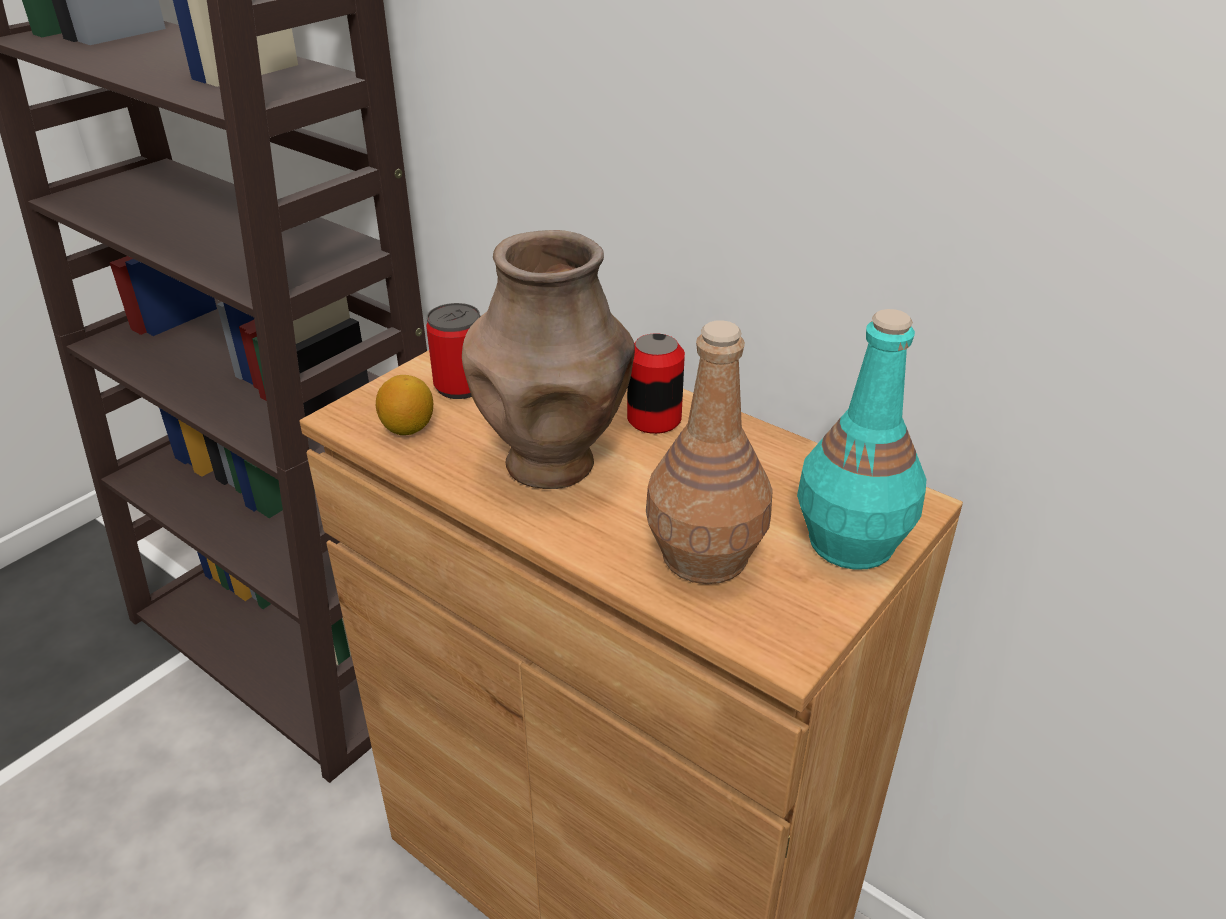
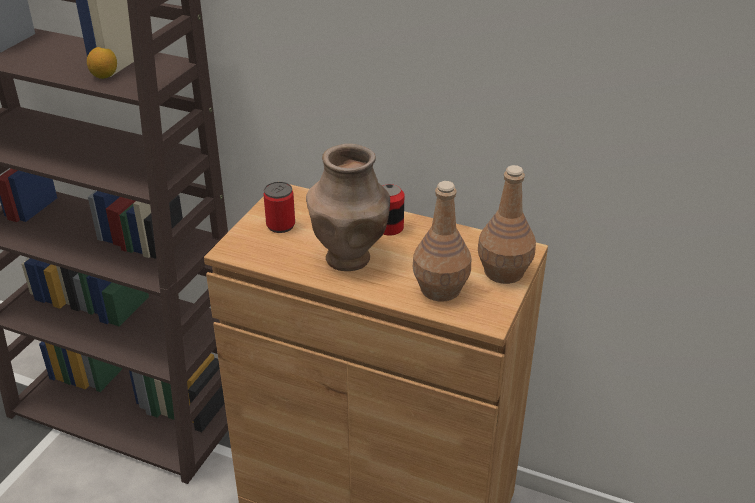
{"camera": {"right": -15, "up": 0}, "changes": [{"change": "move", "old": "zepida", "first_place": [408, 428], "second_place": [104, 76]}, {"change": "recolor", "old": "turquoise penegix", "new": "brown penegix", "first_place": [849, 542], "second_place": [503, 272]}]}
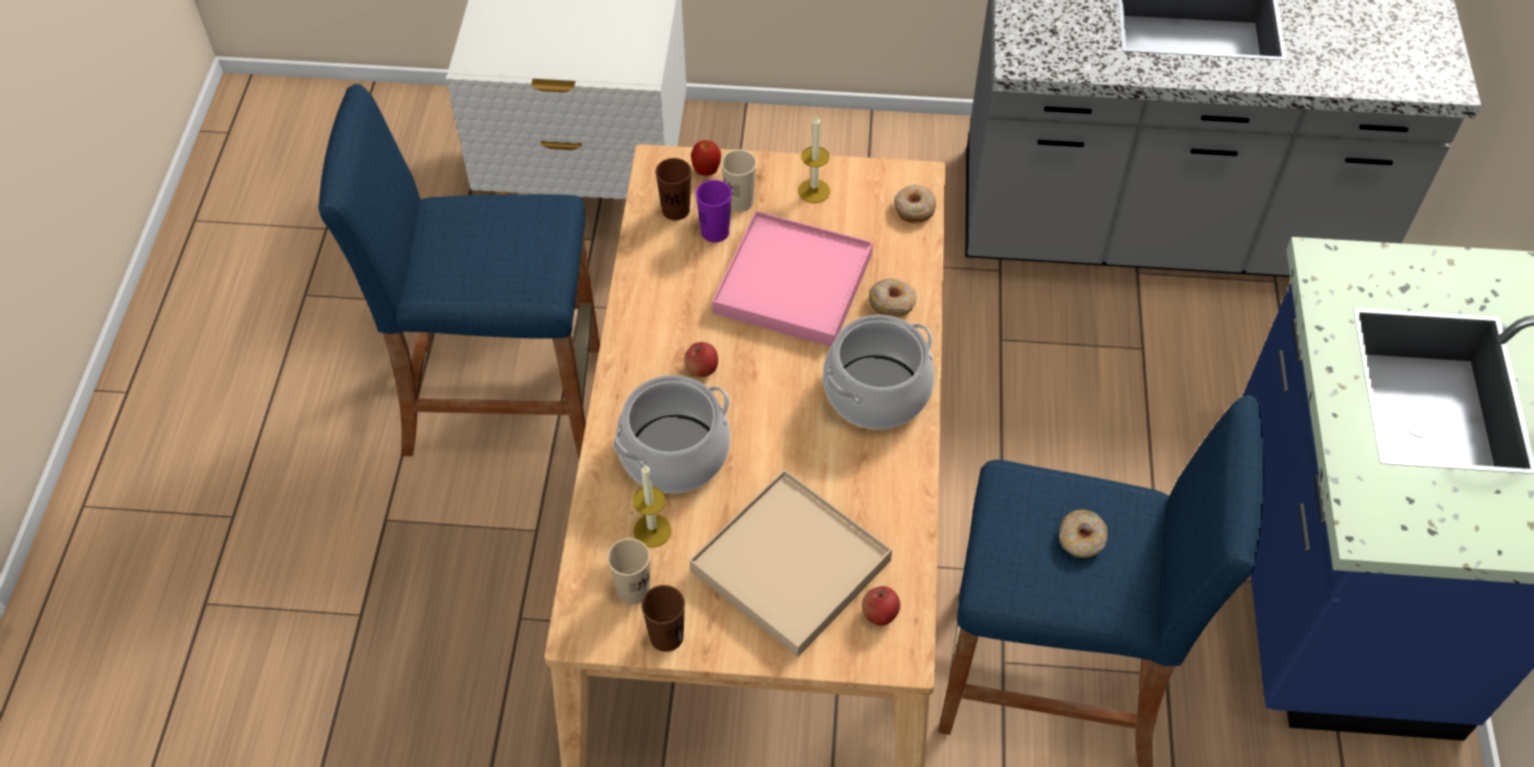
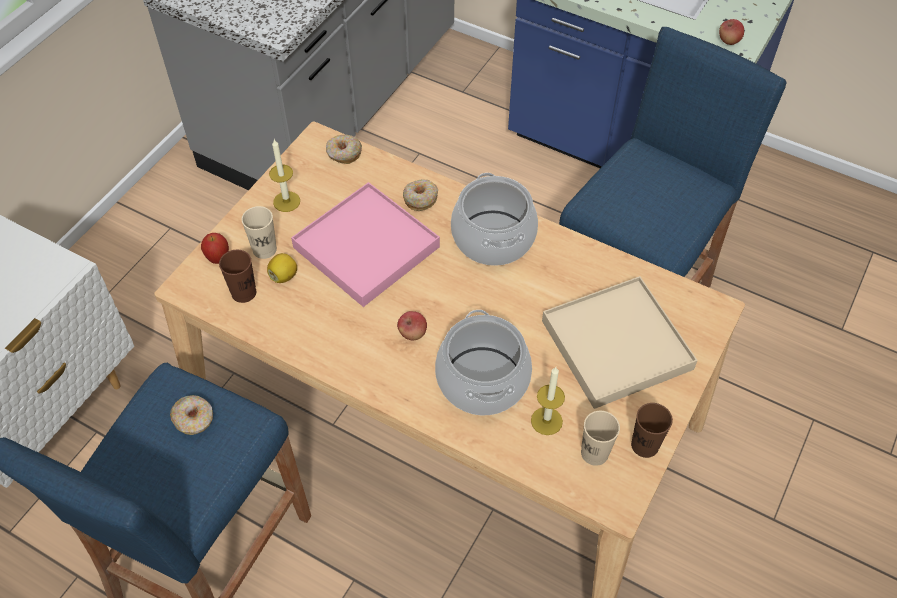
{"camera": {"right": -65, "up": 0}, "changes": [{"change": "replace", "old": "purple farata", "new": "zepida", "first_place": [715, 232], "second_place": [284, 276]}, {"change": "move", "old": "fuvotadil", "first_place": [880, 614], "second_place": [728, 41]}, {"change": "move", "old": "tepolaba", "first_place": [1081, 539], "second_place": [194, 419]}]}
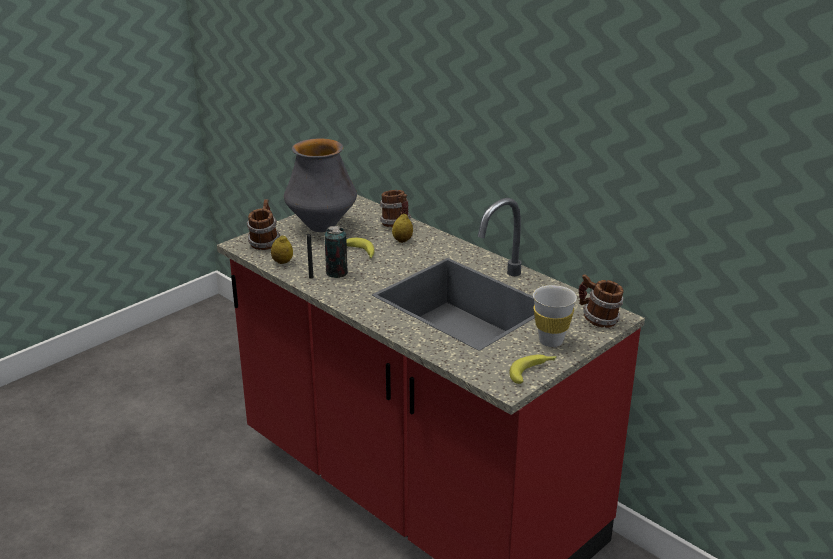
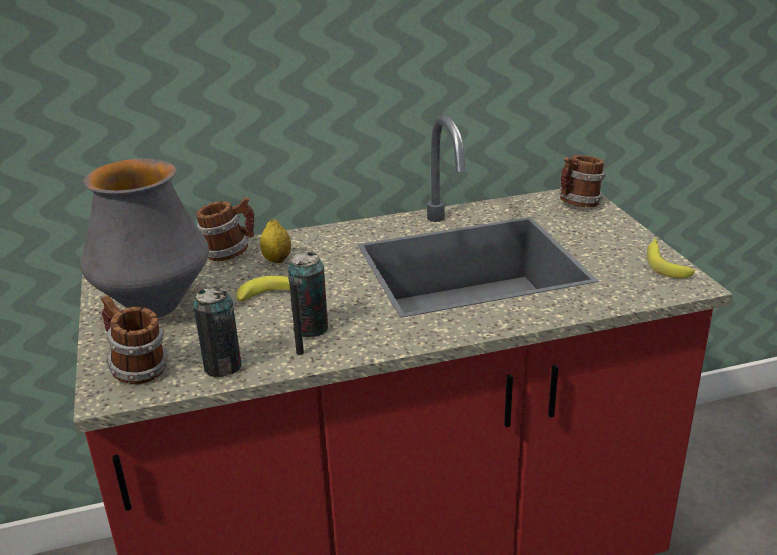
{"camera": {"right": -60, "up": 0}, "changes": [{"change": "replace", "old": "zepida", "new": "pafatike", "first_place": [282, 262], "second_place": [223, 367]}, {"change": "delete", "old": "white farata", "first_place": [551, 341]}]}
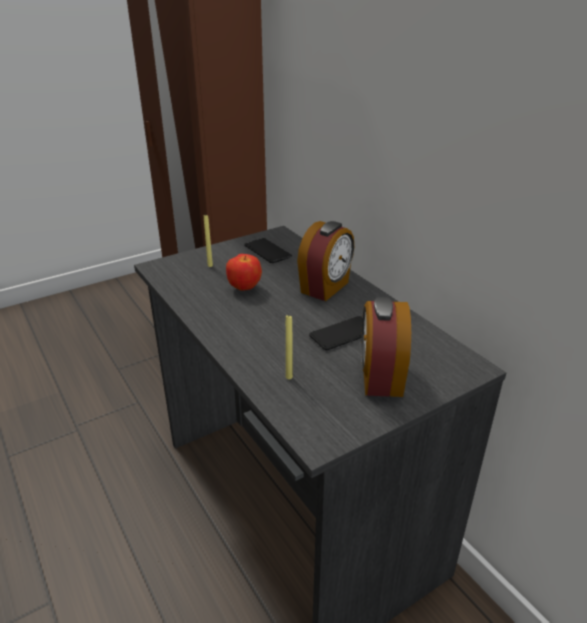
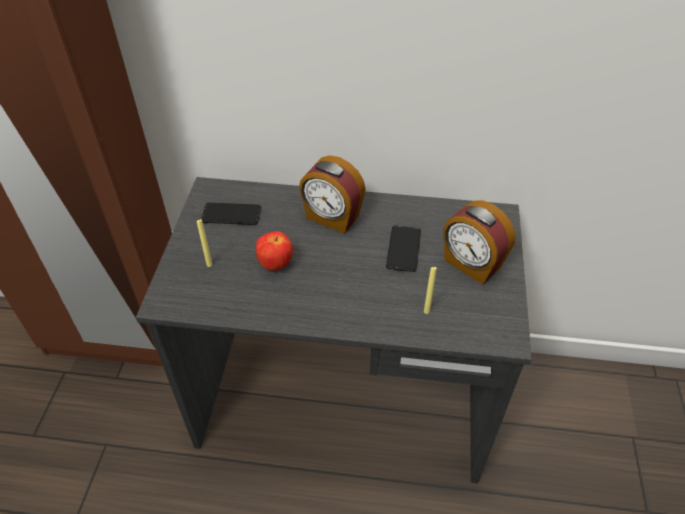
{"camera": {"right": -50, "up": 15}, "changes": [{"change": "rotate", "old": "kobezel", "first_place": [326, 288], "second_place": [332, 218], "degrees": 135}]}
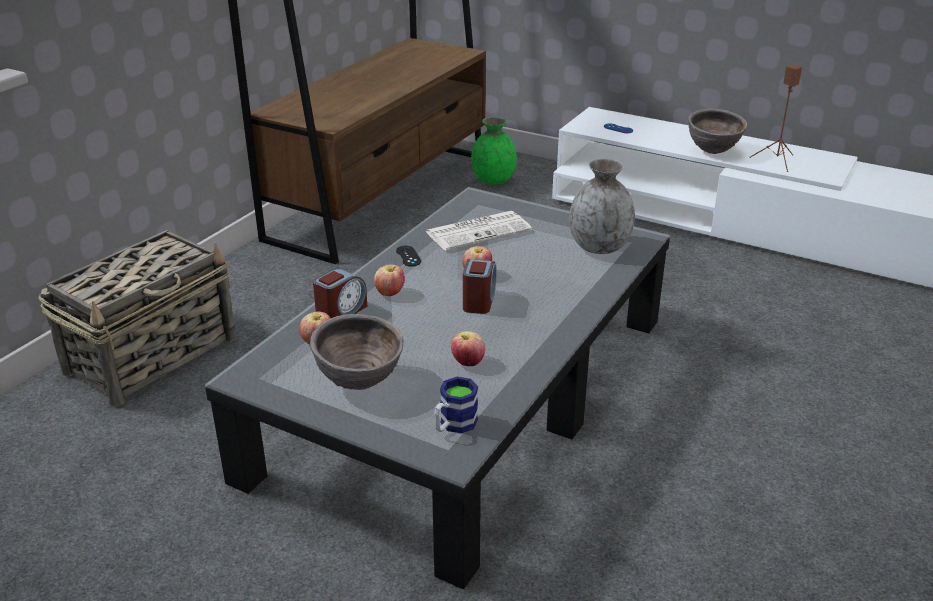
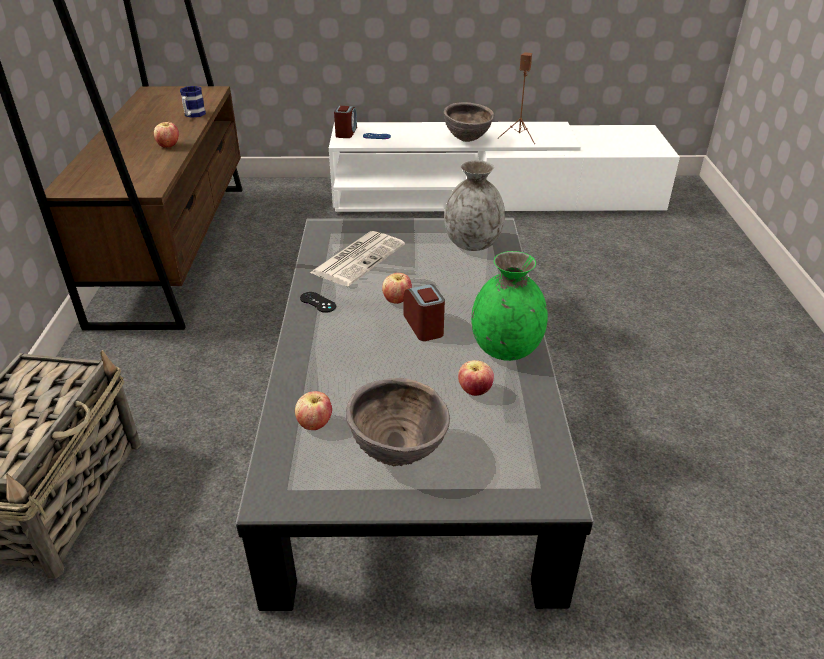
{"camera": {"right": -30, "up": 5}, "changes": [{"change": "move", "old": "kobezel", "first_place": [341, 312], "second_place": [346, 132]}, {"change": "move", "old": "fuvotadil", "first_place": [390, 293], "second_place": [168, 146]}, {"change": "move", "old": "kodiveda", "first_place": [453, 425], "second_place": [193, 115]}, {"change": "move", "old": "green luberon", "first_place": [493, 180], "second_place": [505, 348]}]}
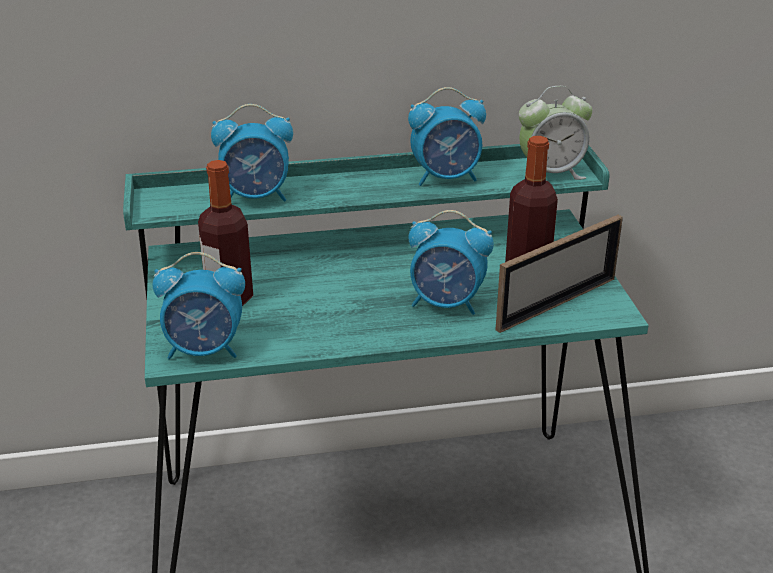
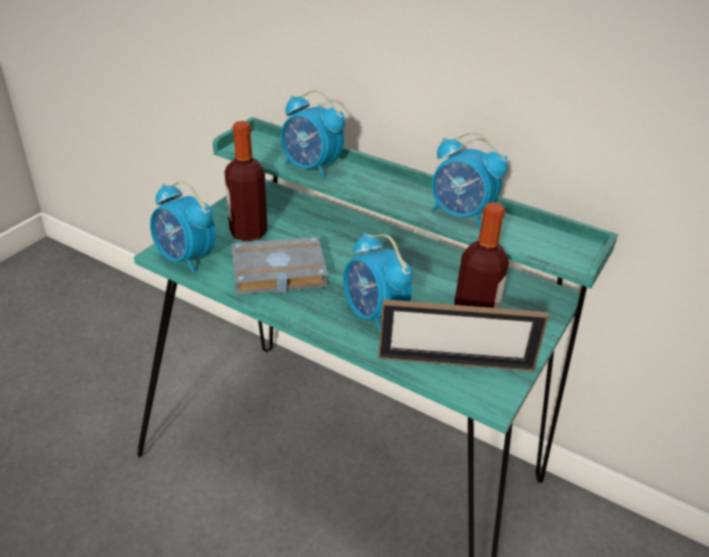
{"camera": {"right": 40, "up": 5}, "changes": [{"change": "delete", "old": "kobezel", "first_place": [550, 174]}, {"change": "insert", "new": "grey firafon", "second_place": [277, 274]}]}
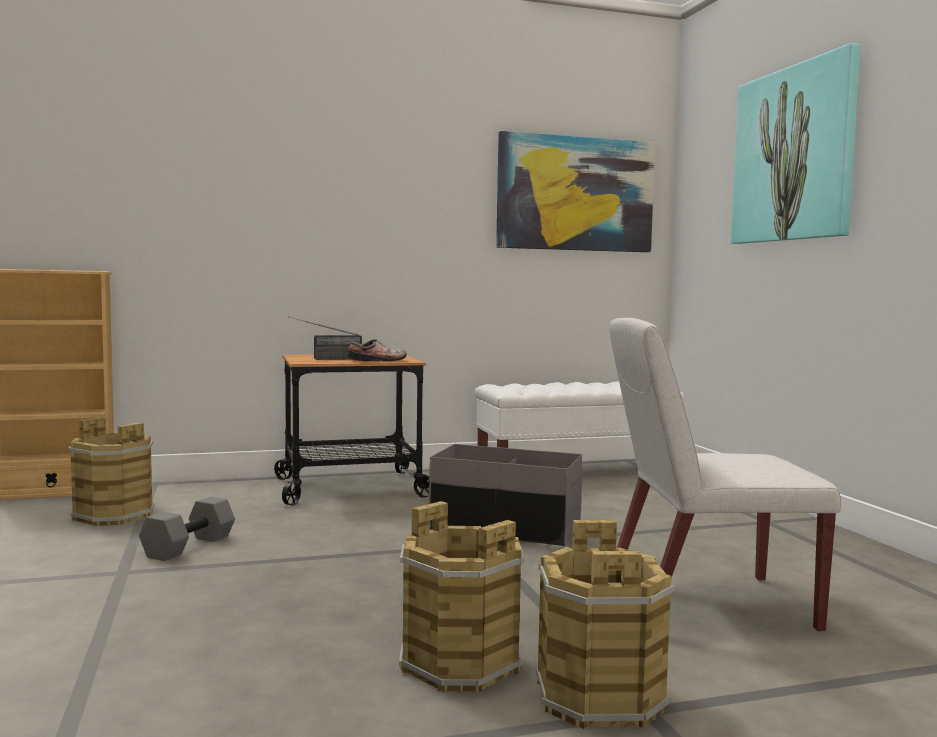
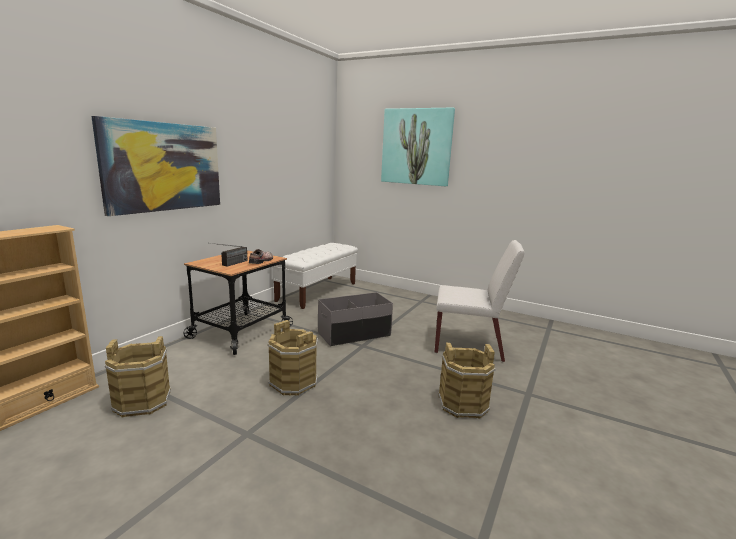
{"camera": {"right": -45, "up": 10}, "changes": [{"change": "delete", "old": "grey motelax", "first_place": [188, 546]}, {"change": "move", "old": "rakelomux", "first_place": [575, 194], "second_place": [164, 167]}, {"change": "move", "old": "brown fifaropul", "first_place": [600, 696], "second_place": [293, 382]}, {"change": "rotate", "old": "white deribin", "first_place": [704, 604], "second_place": [469, 345], "degrees": -120}]}
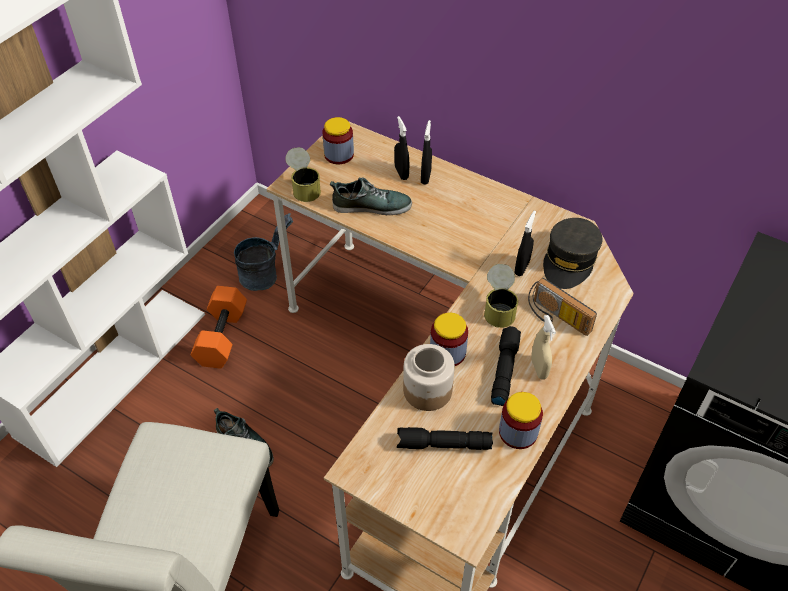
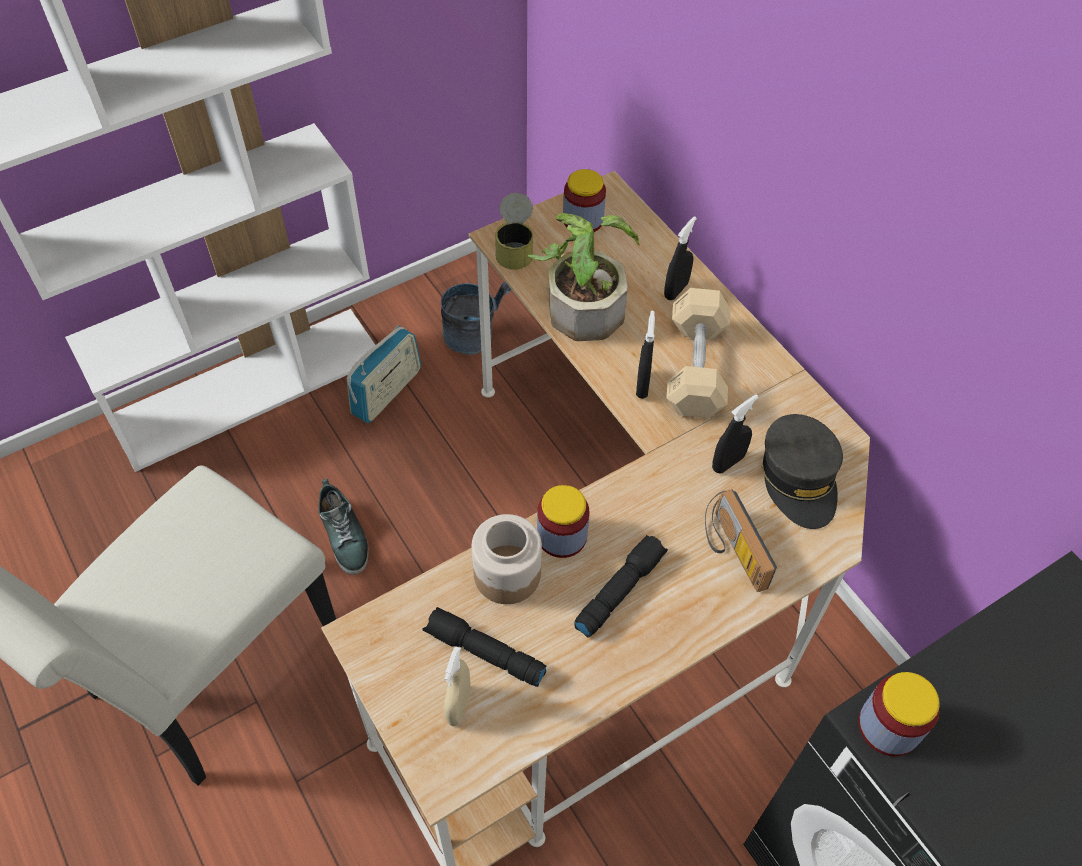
{"camera": {"right": 25, "up": 5}, "changes": [{"change": "replace", "old": "orange motelax", "new": "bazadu", "first_place": [221, 336], "second_place": [387, 392]}, {"change": "replace", "old": "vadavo", "new": "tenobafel", "first_place": [371, 205], "second_place": [583, 303]}, {"change": "move", "old": "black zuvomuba", "first_place": [401, 173], "second_place": [642, 385]}, {"change": "delete", "old": "pafatike", "first_place": [499, 307]}, {"change": "move", "old": "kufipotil", "first_place": [518, 432], "second_place": [888, 726]}, {"change": "move", "old": "beige zuvomuba", "first_place": [539, 368], "second_place": [458, 706]}, {"change": "rotate", "old": "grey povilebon", "first_place": [569, 260], "second_place": [799, 479], "degrees": -60}, {"change": "insert", "new": "beige motelax", "second_place": [696, 368]}]}
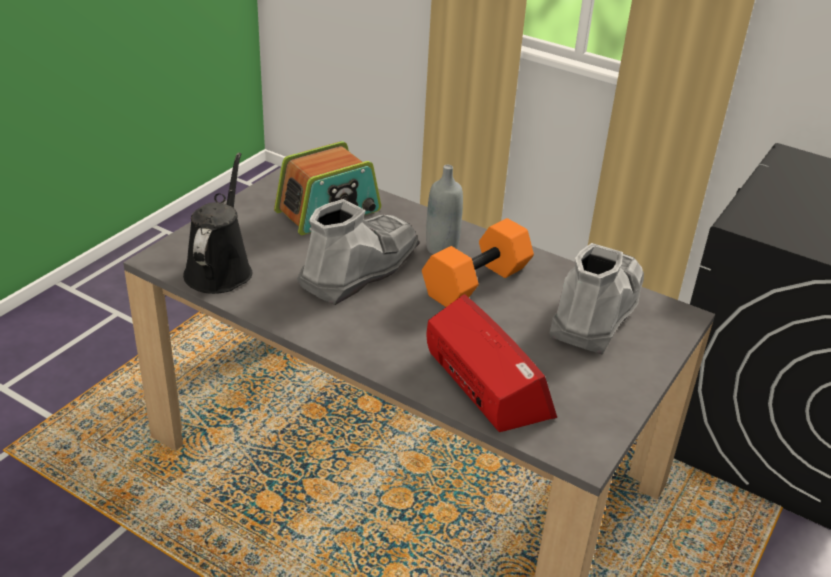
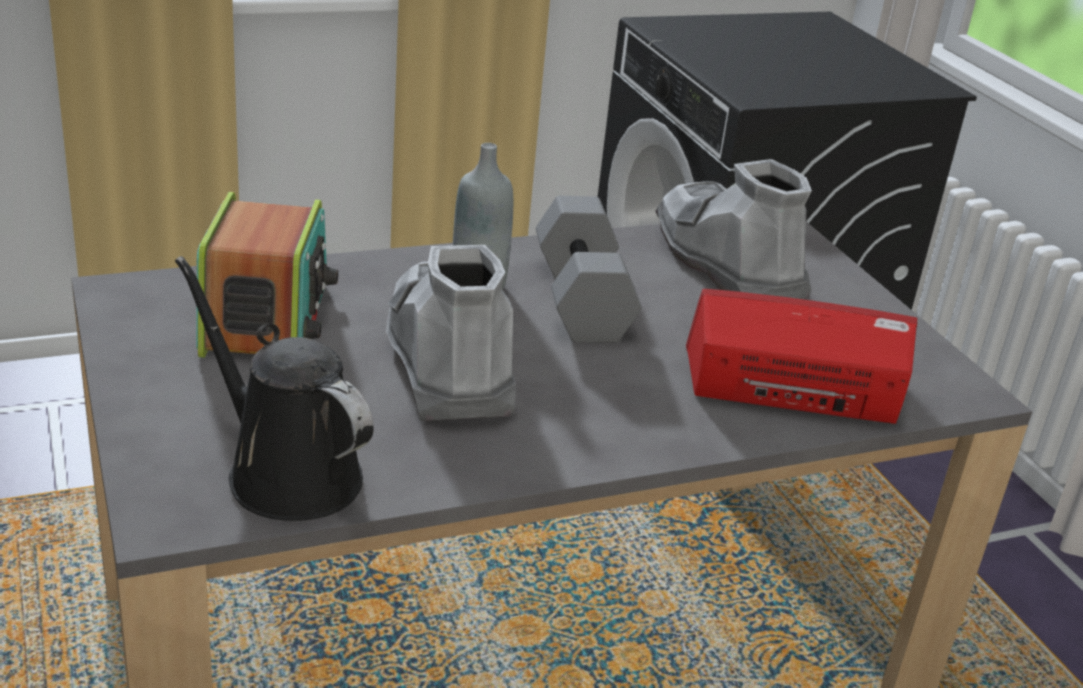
{"camera": {"right": -55, "up": -5}, "changes": [{"change": "recolor", "old": "orange motelax", "new": "grey motelax", "first_place": [477, 283], "second_place": [585, 300]}]}
